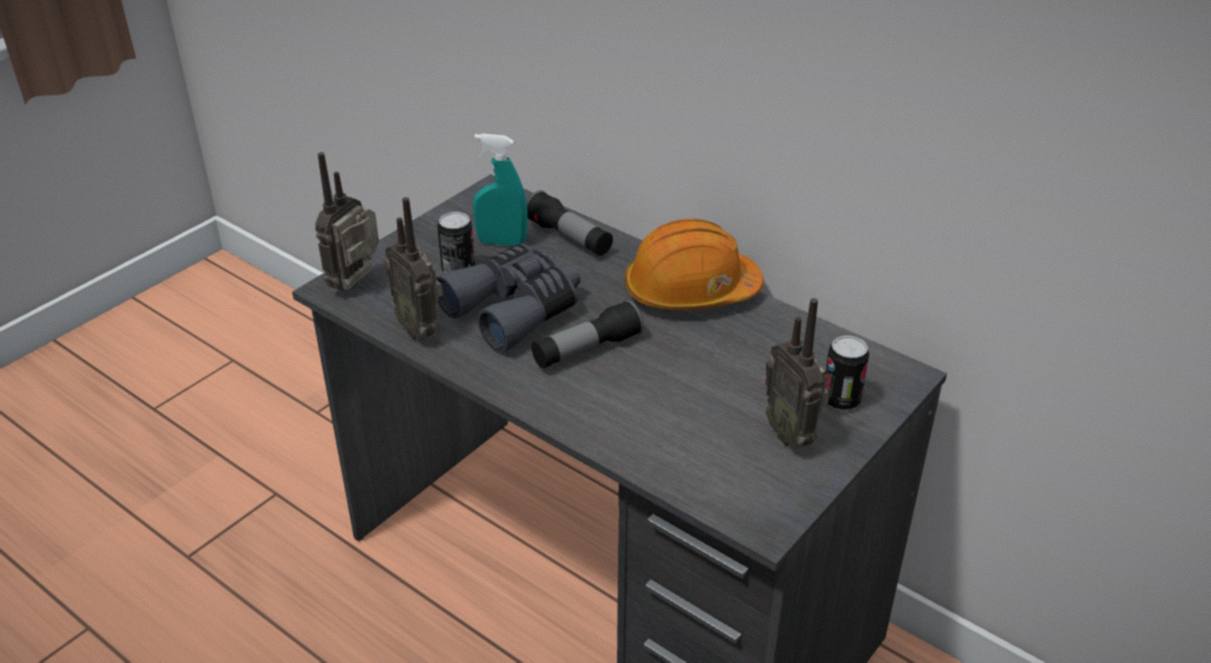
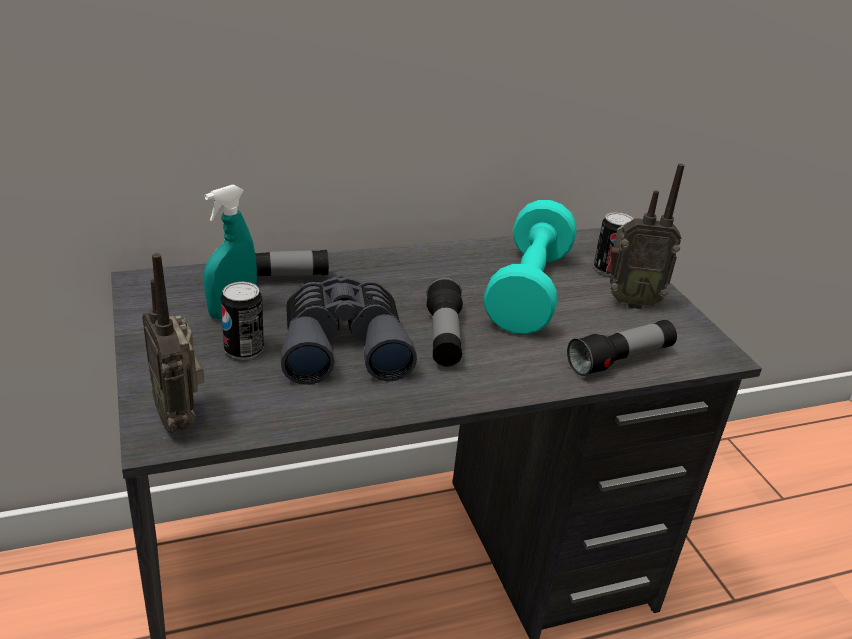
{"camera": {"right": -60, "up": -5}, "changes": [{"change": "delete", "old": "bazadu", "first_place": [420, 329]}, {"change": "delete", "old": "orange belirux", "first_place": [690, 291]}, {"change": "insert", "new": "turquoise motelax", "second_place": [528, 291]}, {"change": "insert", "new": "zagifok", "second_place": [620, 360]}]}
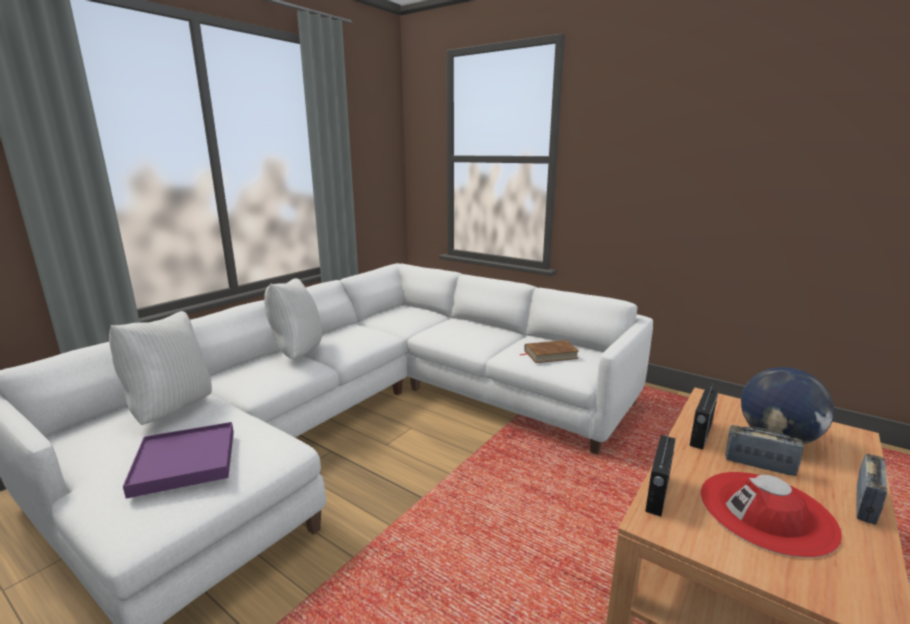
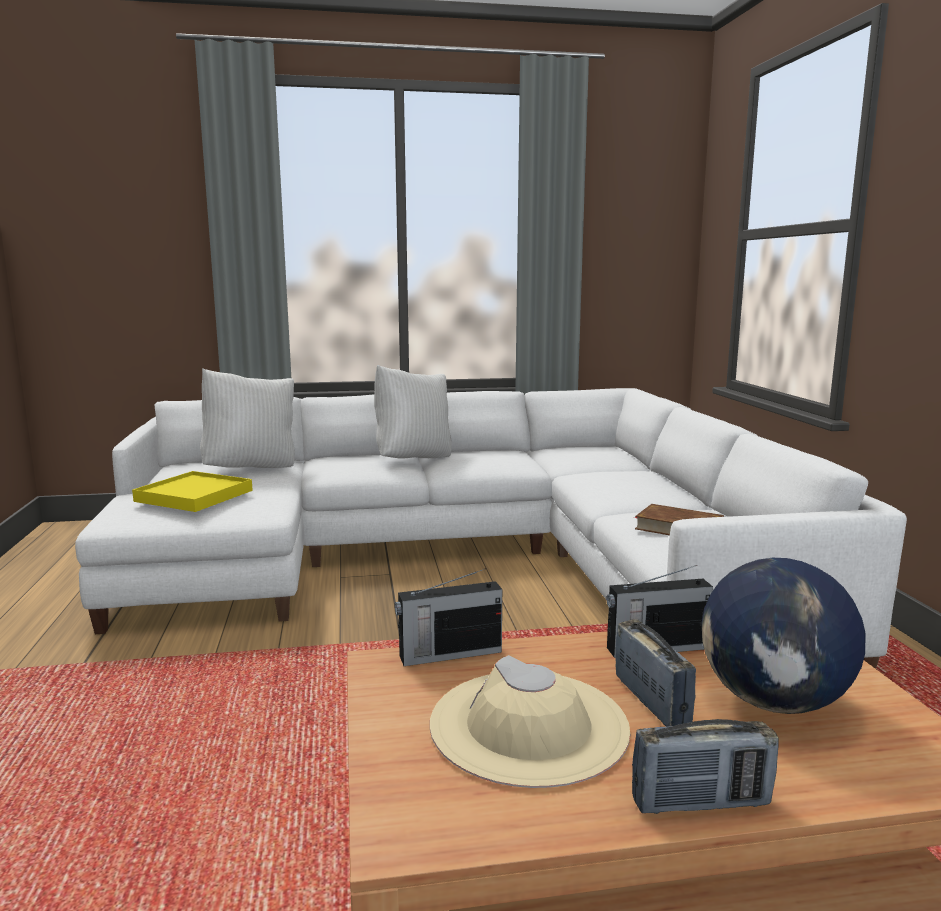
{"camera": {"right": 45, "up": -5}, "changes": [{"change": "recolor", "old": "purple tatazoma", "new": "yellow tatazoma", "first_place": [185, 462], "second_place": [194, 496]}, {"change": "recolor", "old": "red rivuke", "new": "beige rivuke", "first_place": [766, 511], "second_place": [529, 726]}]}
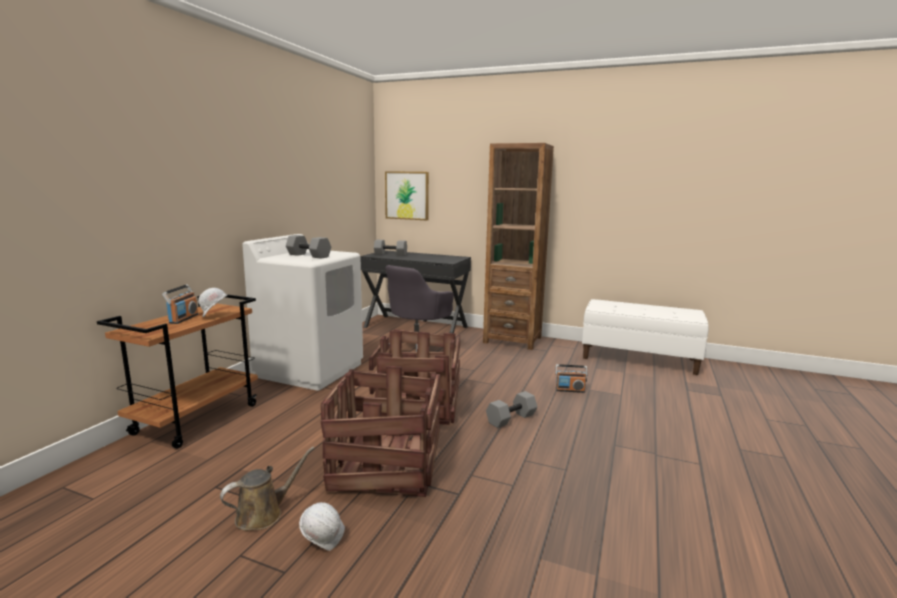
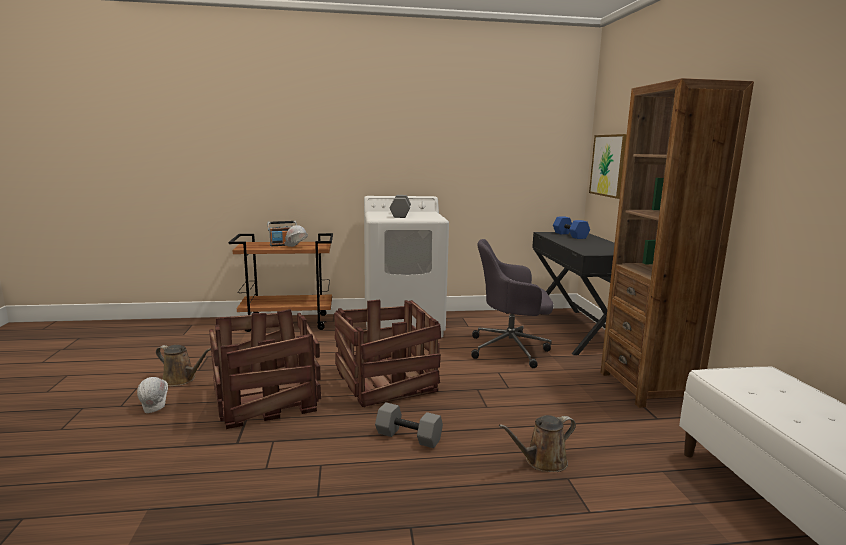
{"camera": {"right": 60, "up": 0}, "changes": [{"change": "recolor", "old": "grey motelax", "new": "blue motelax", "first_place": [390, 254], "second_place": [569, 235]}, {"change": "replace", "old": "bazadu", "new": "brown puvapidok", "first_place": [570, 390], "second_place": [542, 462]}]}
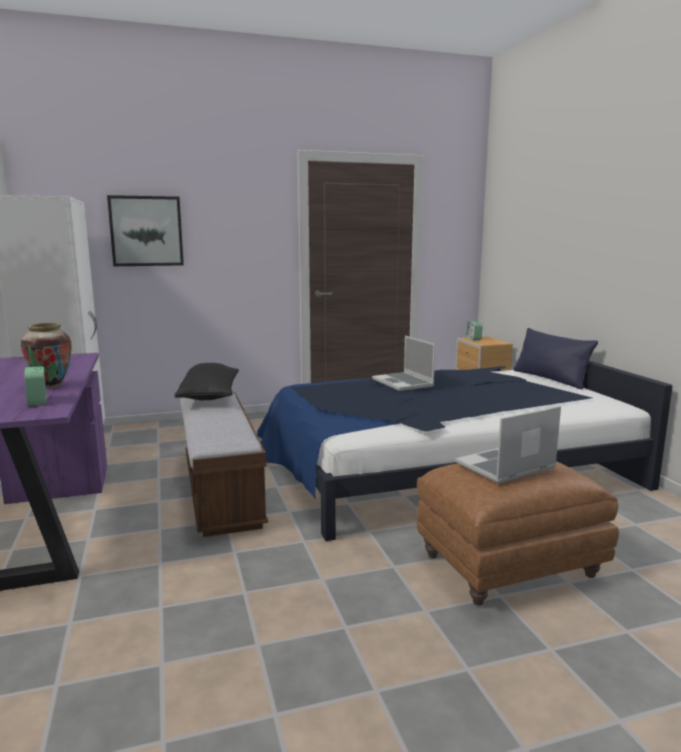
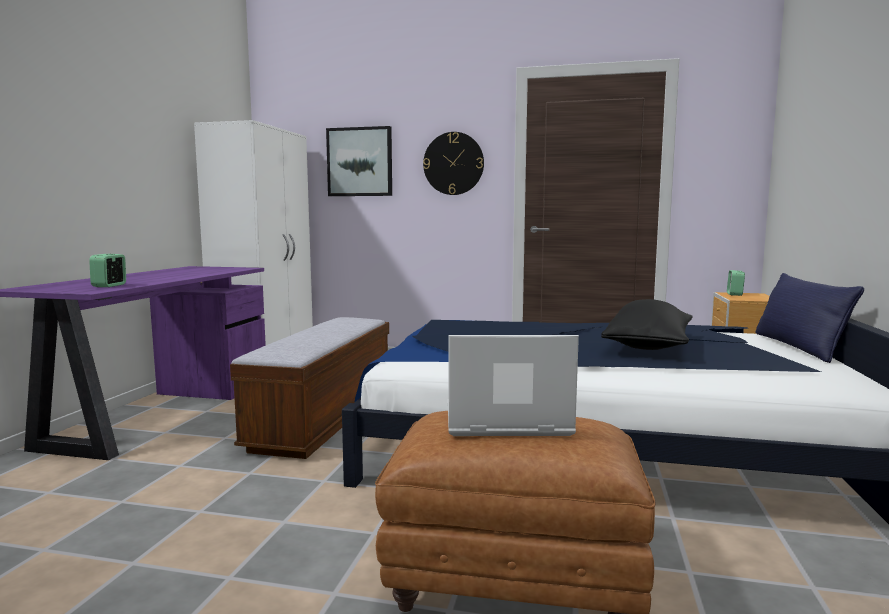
{"camera": {"right": 30, "up": -5}, "changes": [{"change": "delete", "old": "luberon", "first_place": [51, 386]}, {"change": "move", "old": "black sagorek", "first_place": [210, 396], "second_place": [649, 346]}, {"change": "delete", "old": "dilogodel", "first_place": [403, 383]}, {"change": "insert", "new": "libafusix", "second_place": [453, 163]}]}
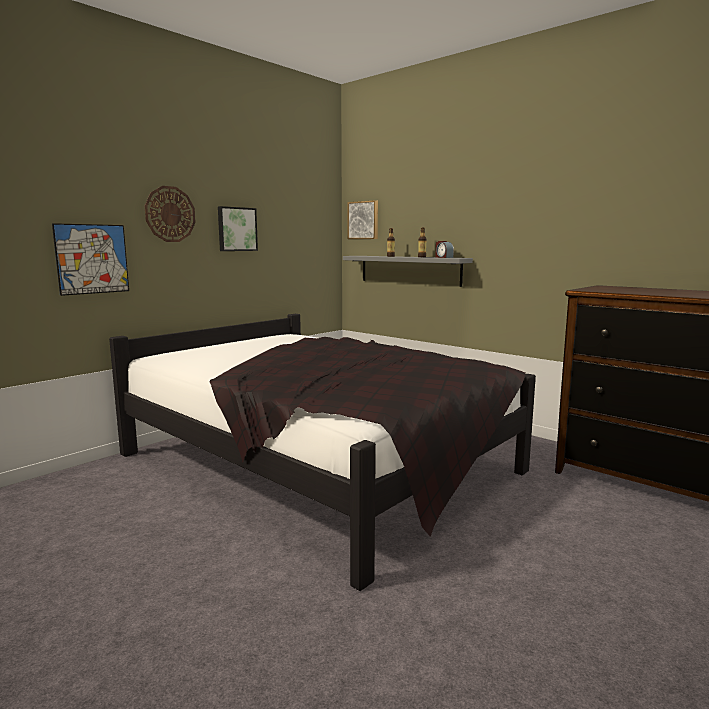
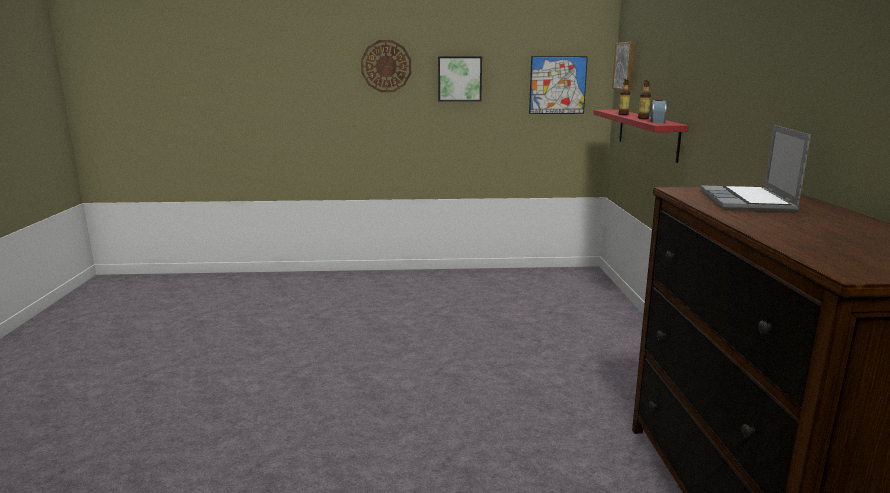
{"camera": {"right": 45, "up": 5}, "changes": [{"change": "move", "old": "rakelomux", "first_place": [92, 259], "second_place": [557, 85]}, {"change": "delete", "old": "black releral", "first_place": [320, 463]}, {"change": "recolor", "old": "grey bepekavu", "new": "red bepekavu", "first_place": [409, 270], "second_place": [647, 133]}, {"change": "insert", "new": "dilogodel", "second_place": [747, 201]}]}
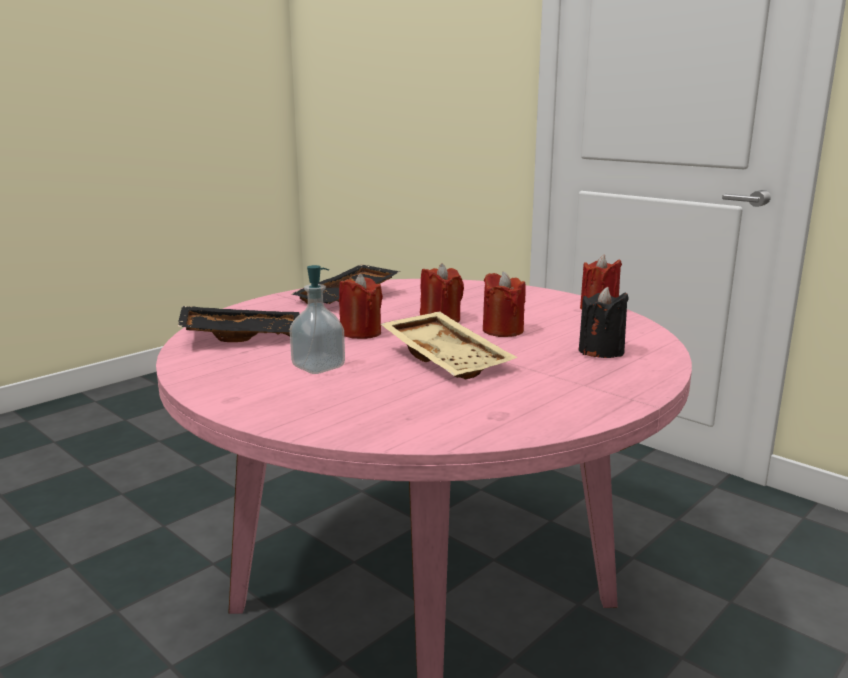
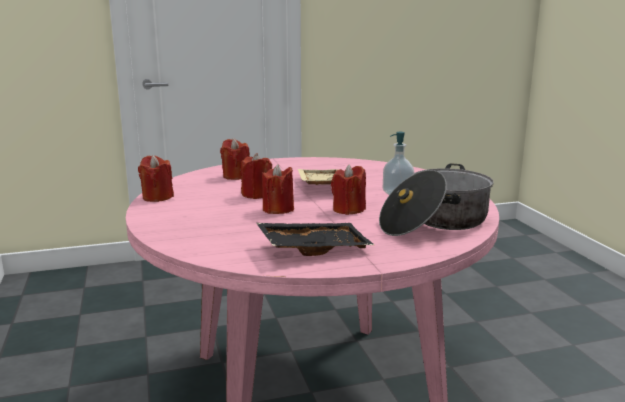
{"camera": {"right": -150, "up": 0}, "changes": [{"change": "replace", "old": "black tatazoma", "new": "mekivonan", "first_place": [243, 336], "second_place": [435, 222]}, {"change": "recolor", "old": "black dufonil", "new": "red dufonil", "first_place": [601, 351], "second_place": [236, 176]}]}
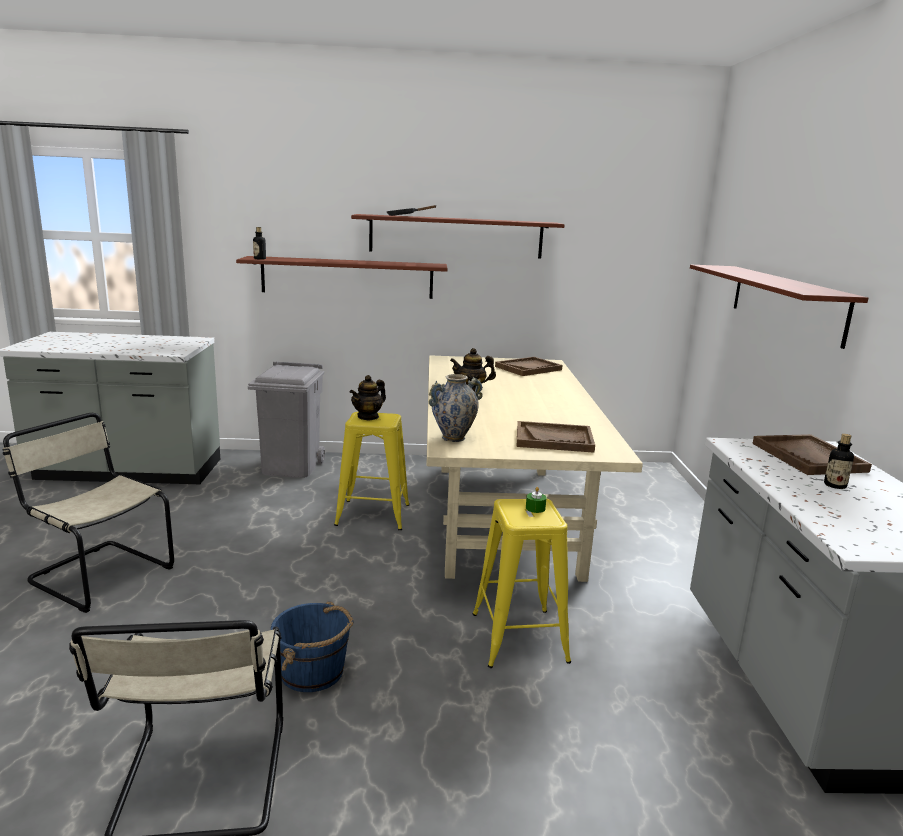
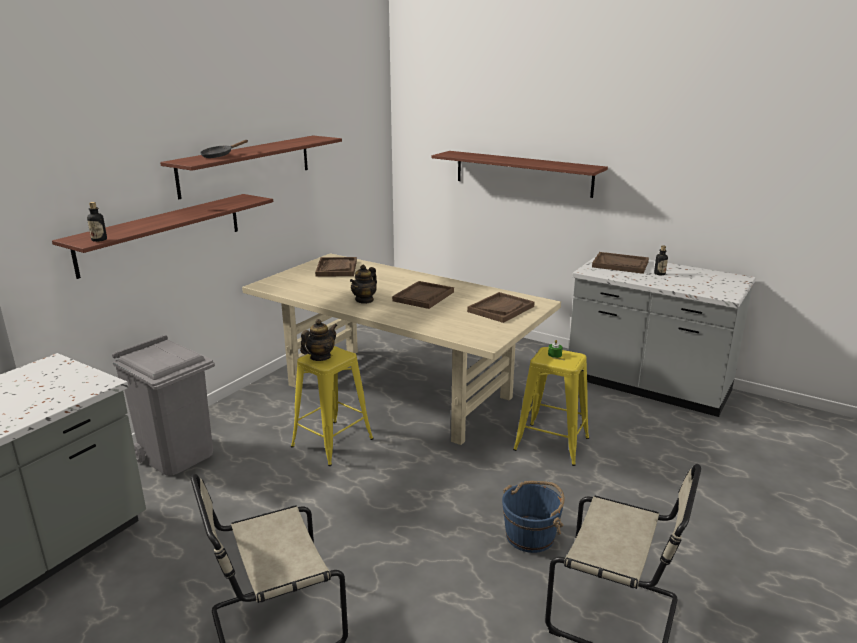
{"camera": {"right": -55, "up": 5}, "changes": [{"change": "rotate", "old": "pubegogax", "first_place": [368, 417], "second_place": [320, 357], "degrees": -120}, {"change": "delete", "old": "luberon", "first_place": [453, 438]}, {"change": "insert", "new": "brown tatazoma", "second_place": [423, 296]}]}
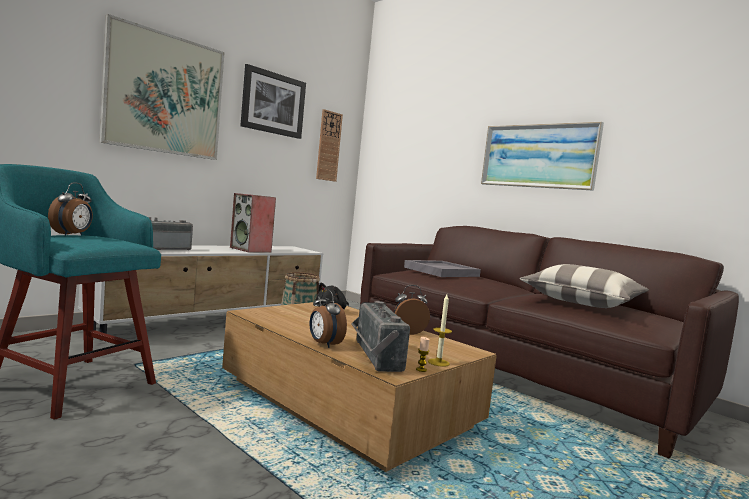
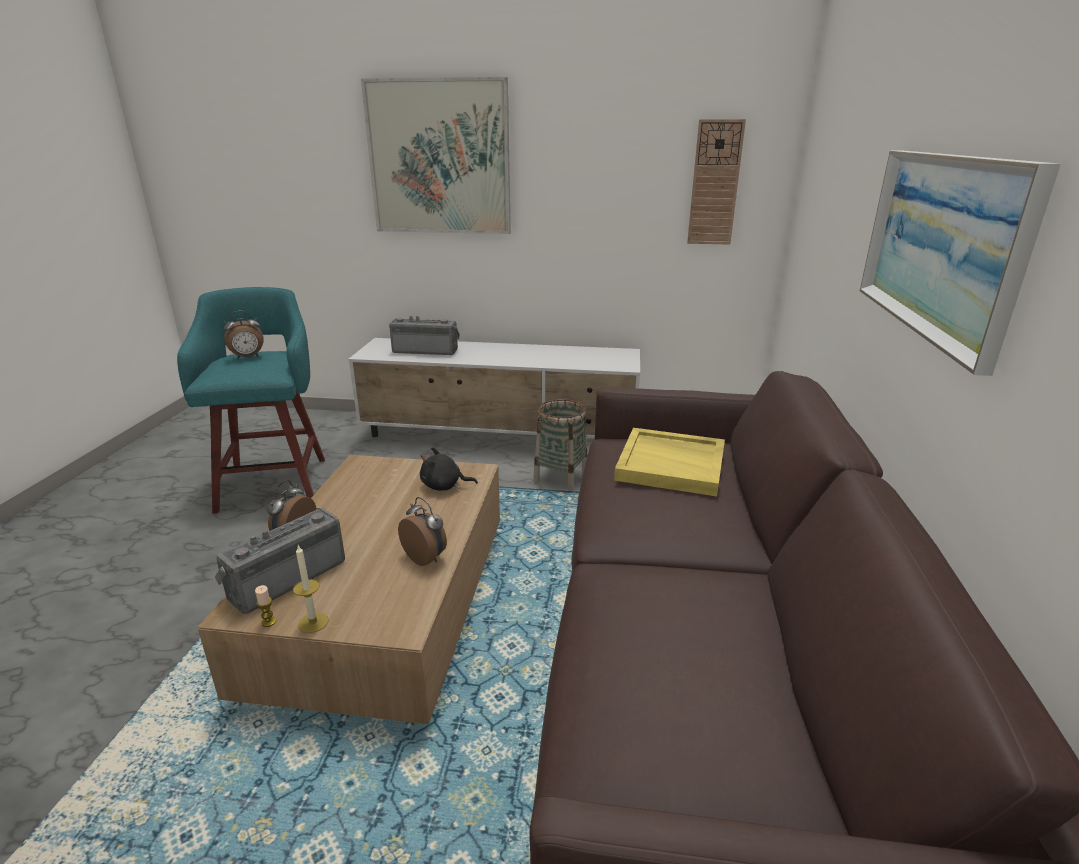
{"camera": {"right": 55, "up": 20}, "changes": [{"change": "delete", "old": "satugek", "first_place": [251, 250]}, {"change": "delete", "old": "rakelomux", "first_place": [273, 103]}, {"change": "recolor", "old": "grey tatazoma", "new": "yellow tatazoma", "first_place": [441, 271], "second_place": [672, 464]}, {"change": "delete", "old": "sagorek", "first_place": [582, 302]}]}
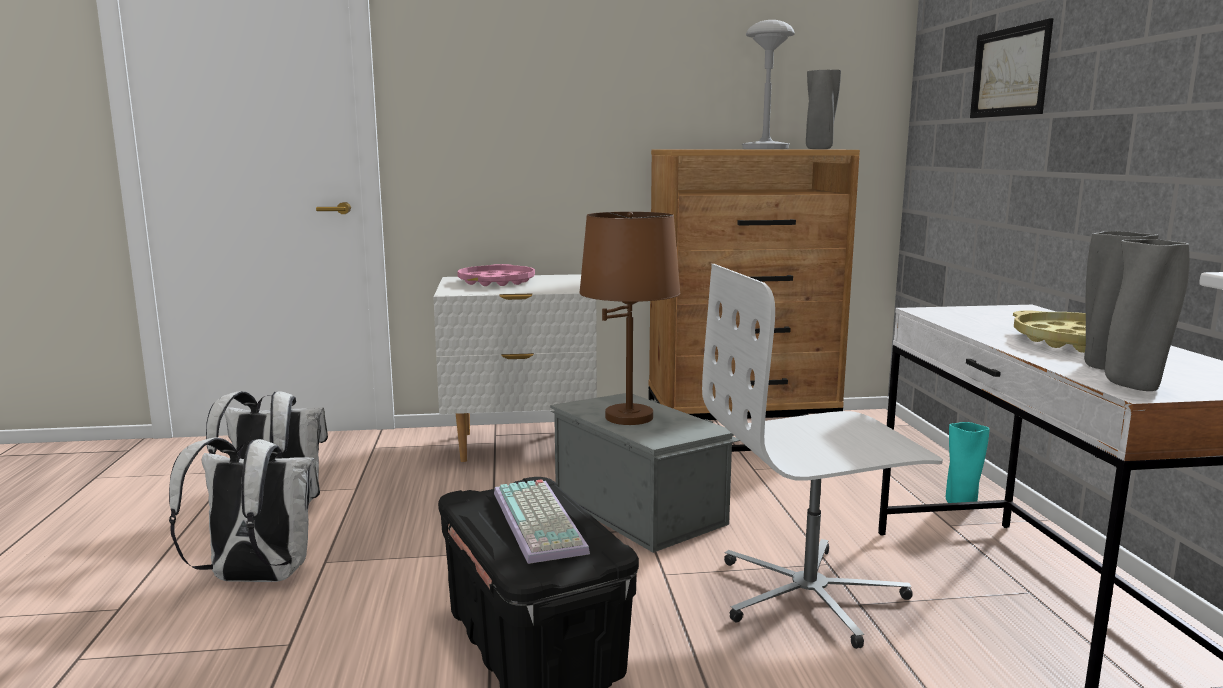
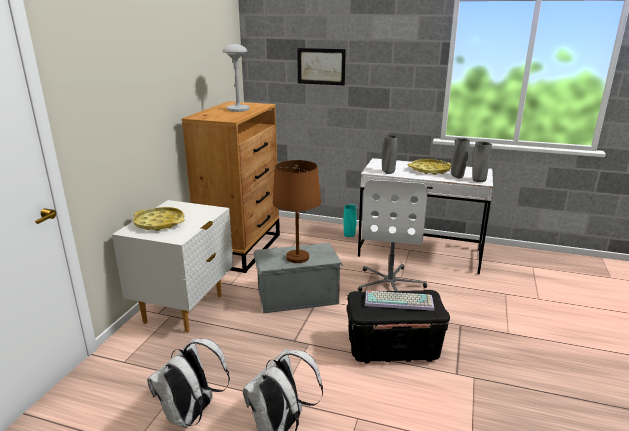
{"camera": {"right": -65, "up": 10}, "changes": [{"change": "recolor", "old": "pink tatazoma", "new": "yellow tatazoma", "first_place": [496, 282], "second_place": [159, 223]}, {"change": "move", "old": "grey luberon", "first_place": [820, 149], "second_place": [388, 172]}]}
